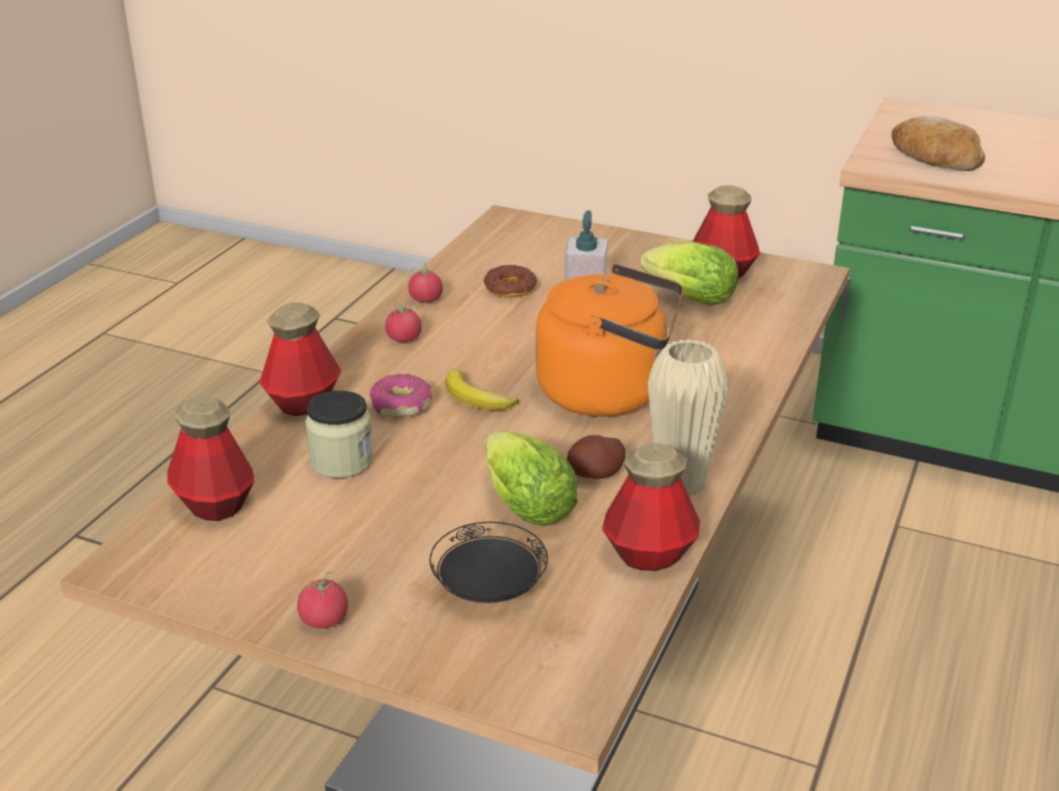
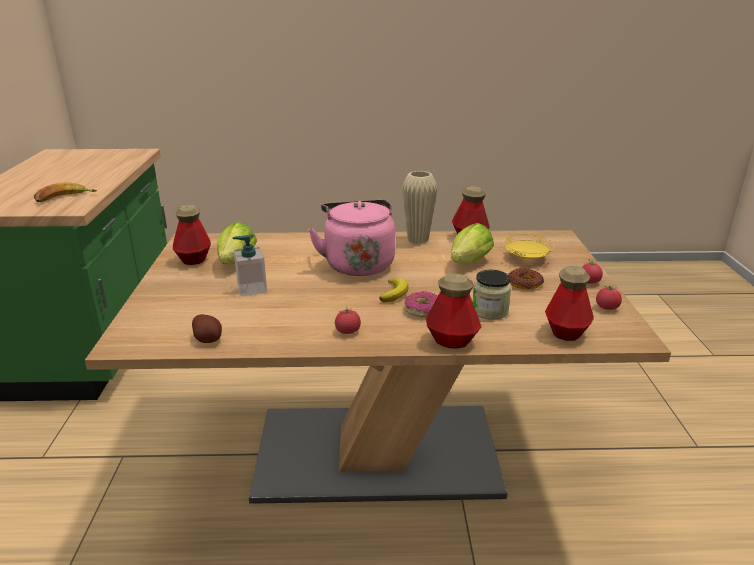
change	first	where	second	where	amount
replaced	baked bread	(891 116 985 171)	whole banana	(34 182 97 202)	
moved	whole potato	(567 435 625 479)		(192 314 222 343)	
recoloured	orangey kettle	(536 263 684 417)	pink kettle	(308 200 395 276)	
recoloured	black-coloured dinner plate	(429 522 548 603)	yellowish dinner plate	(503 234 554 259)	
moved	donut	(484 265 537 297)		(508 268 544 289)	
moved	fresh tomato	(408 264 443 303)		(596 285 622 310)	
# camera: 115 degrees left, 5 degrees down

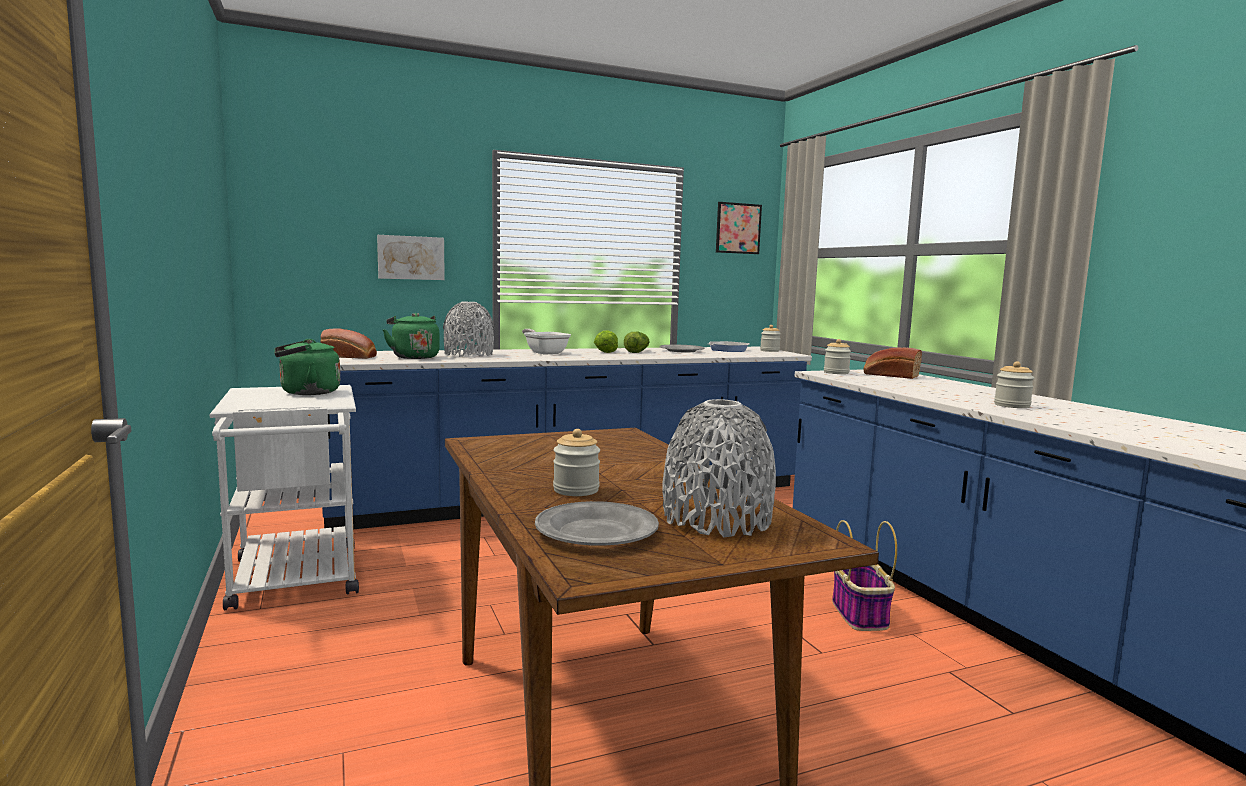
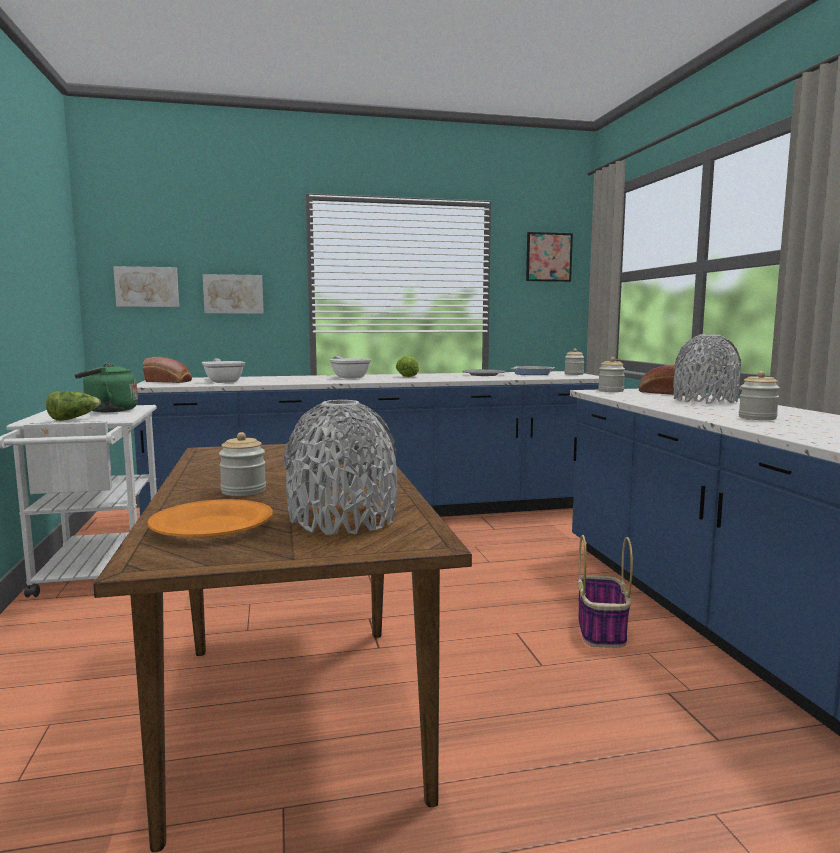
change	first	where	second	where	amount
moved	lettuce head	(624 332 650 353)		(46 391 101 421)	
added			wall picture	(113 266 179 307)	
recoloured	grey dinner plate	(535 501 659 546)	orangey dinner plate	(148 499 273 538)	
replaced	green kettle	(383 313 440 359)	frying pan	(202 358 245 383)	
moved	grey vase	(443 302 495 357)		(674 335 741 404)	
# camera: 10 degrees right, 0 degrees up

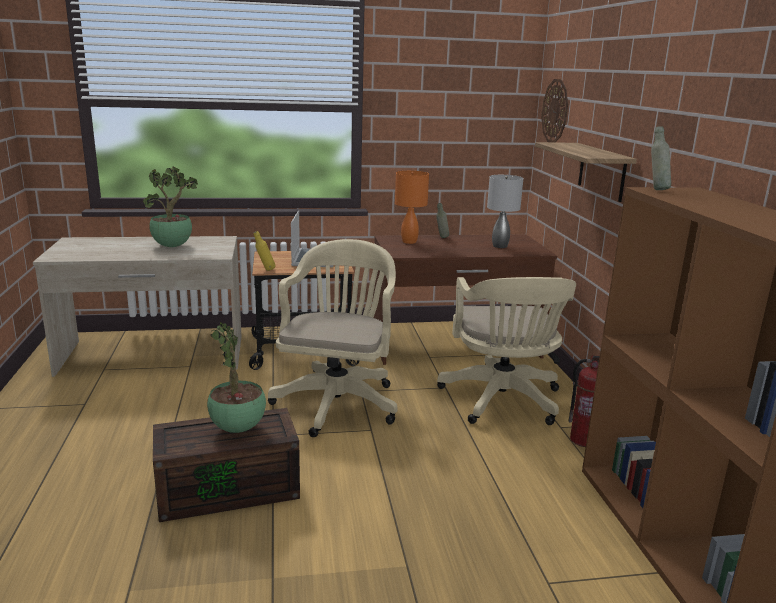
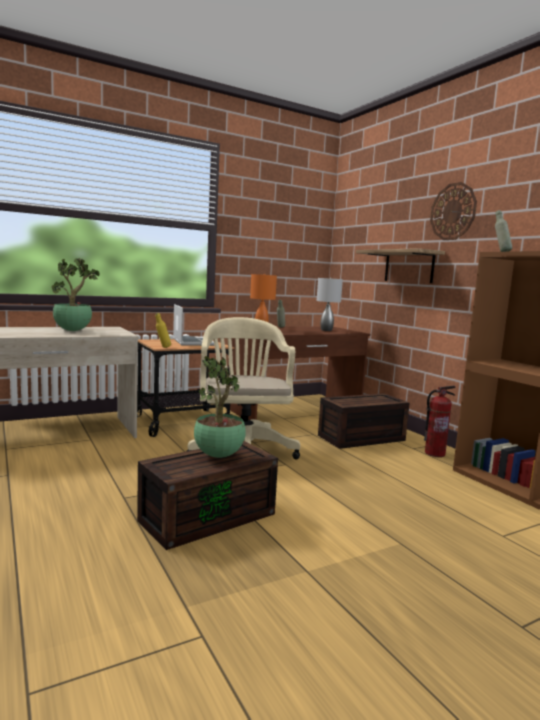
change	first	where	second	where	amount
replaced	sand-coloured computer chair	(437 277 576 425)	brown storage container	(318 393 410 449)	
moved	wall clock	(541 79 568 142)		(430 182 477 240)	
# camera: 20 degrees left, 10 degrees down

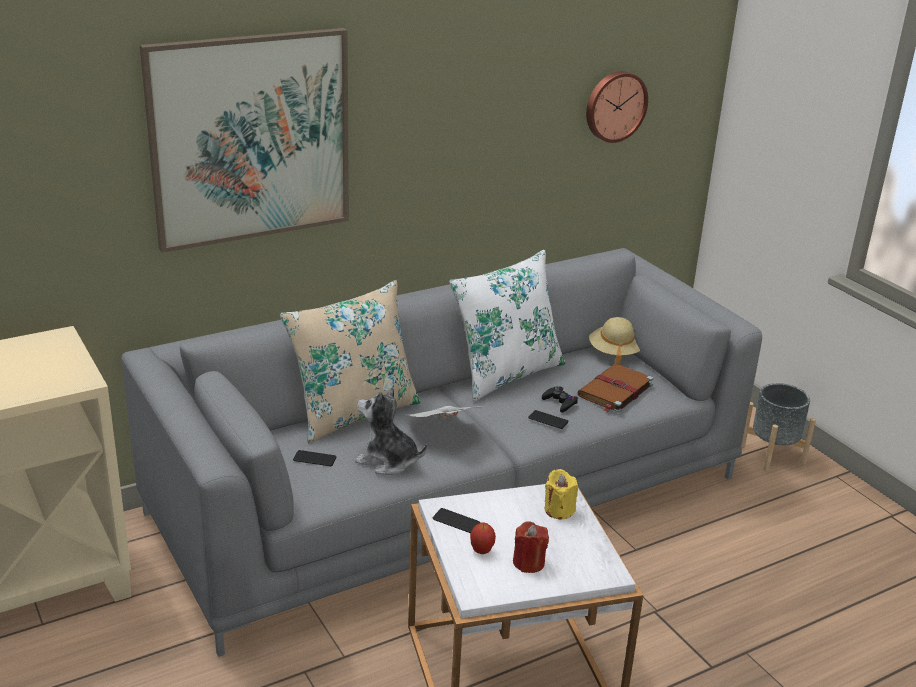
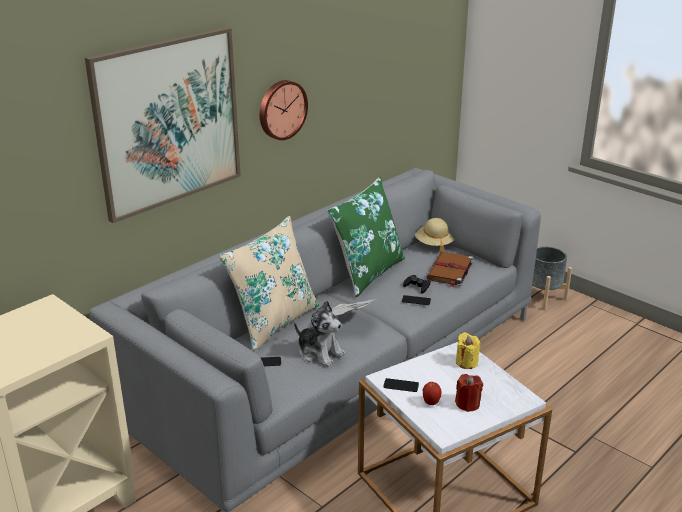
change	first	where	second	where	amount
moved	wall clock	(586 71 648 143)		(260 80 308 140)	
turned	plush toy	(355 387 428 475)		(294 300 345 367)	150 degrees counterclockwise
recoloured	whitish pillow	(449 250 565 401)	green pillow	(327 177 405 297)	
# camera: 15 degrees left, 0 degrees up

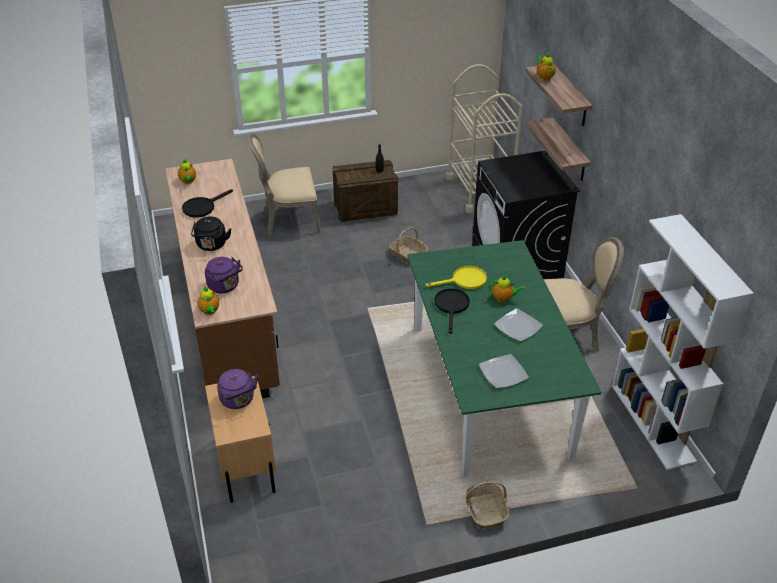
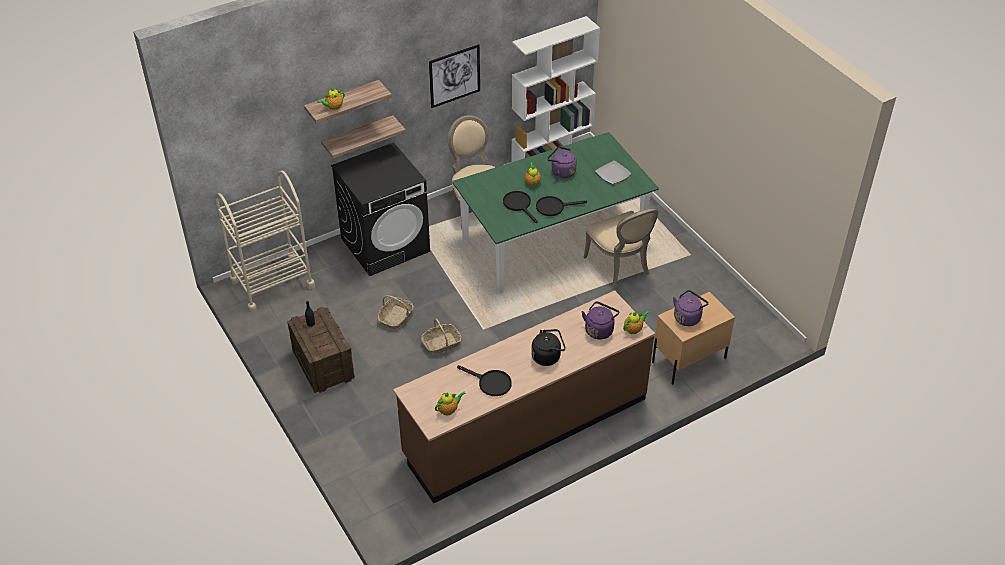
change	first	where	second	where	amount
moved	household basket	(466 481 510 528)		(421 319 462 354)	
added			wall picture	(429 44 480 108)	
recoloured	yellowish frying pan	(425 266 487 289)	black-coloured frying pan	(503 191 538 223)	
replaced	dinner plate	(494 308 543 342)	purple-coloured kettle	(547 147 577 178)	
moved	sand-coloured upright chair	(247 134 320 235)		(584 207 658 287)	
# camera: 105 degrees left, 5 degrees up

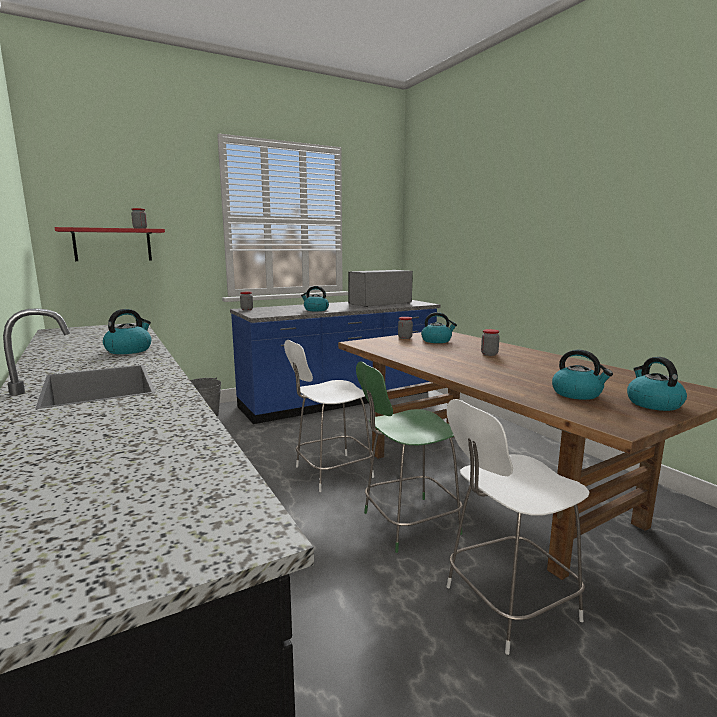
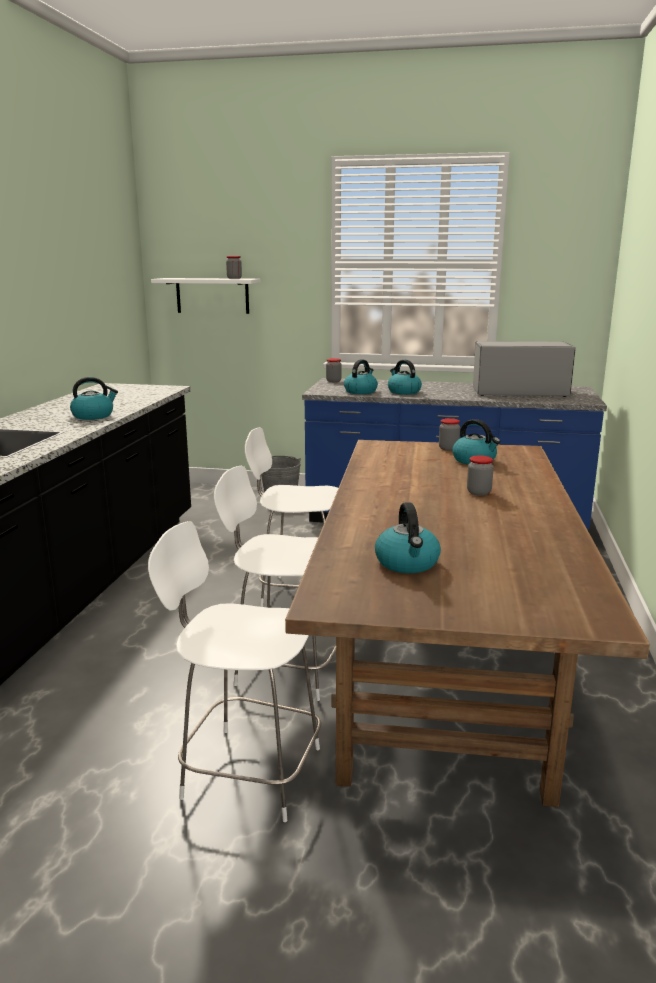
change	first	where	second	where	amount
recoloured	red bracket shelf	(55 227 165 261)	whitish bracket shelf	(151 278 260 314)	
recoloured	green upright chair	(356 361 463 553)	whitish upright chair	(214 466 336 701)	
moved	kettle	(627 357 687 411)		(344 359 378 394)	
# camera: 40 degrees right, 5 degrees up

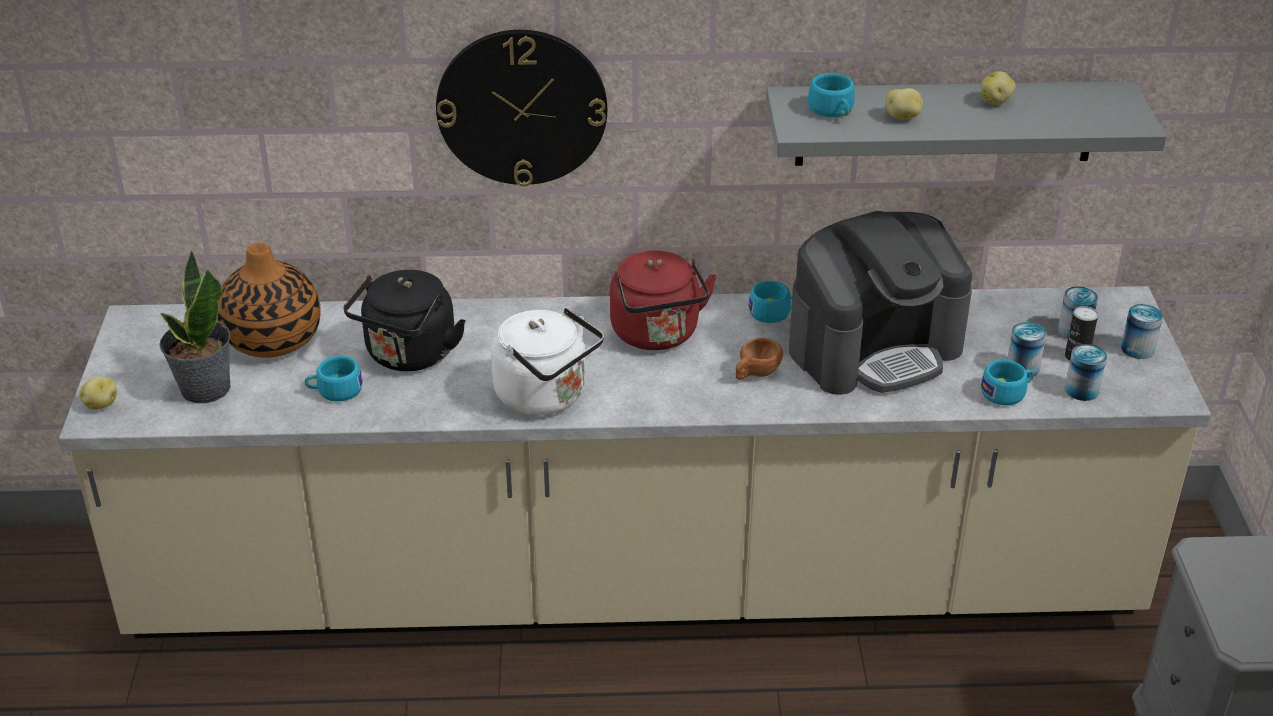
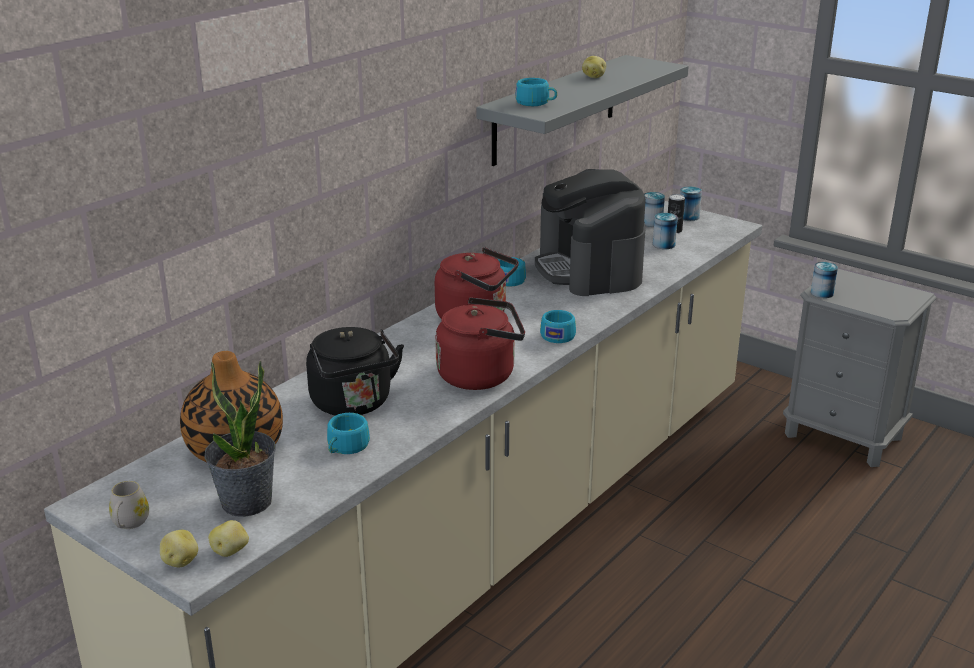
change	first	where	second	where	amount
added			whitish mug	(109 481 149 529)	
moved	whole potato	(885 88 923 119)		(208 520 249 557)	
recoloured	whitish kettle	(491 307 604 415)	red kettle	(435 297 525 390)	
turned	coffee machine	(789 211 972 395)		(535 169 646 296)	150 degrees clockwise
moved	turquoise cup	(981 360 1034 405)		(540 310 576 343)	
moved	can	(1065 344 1107 401)		(811 262 838 298)	
removed	wall clock	(436 30 607 187)			
removed	brown cup	(736 338 783 380)			
# camera: 50 degrees left, 10 degrees down

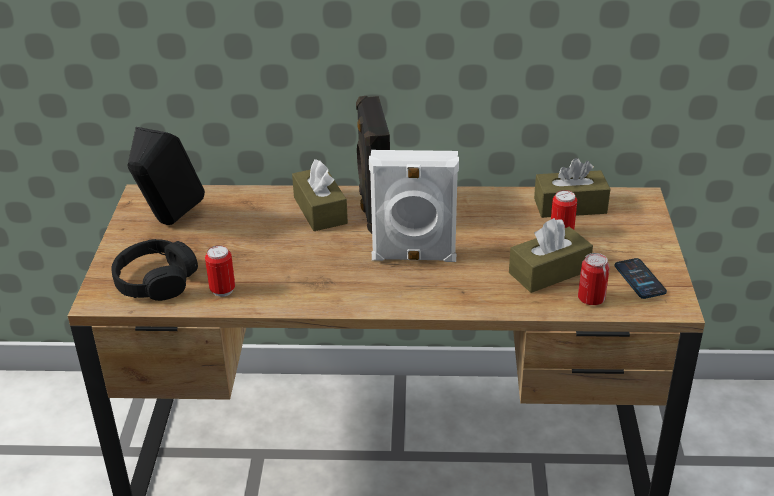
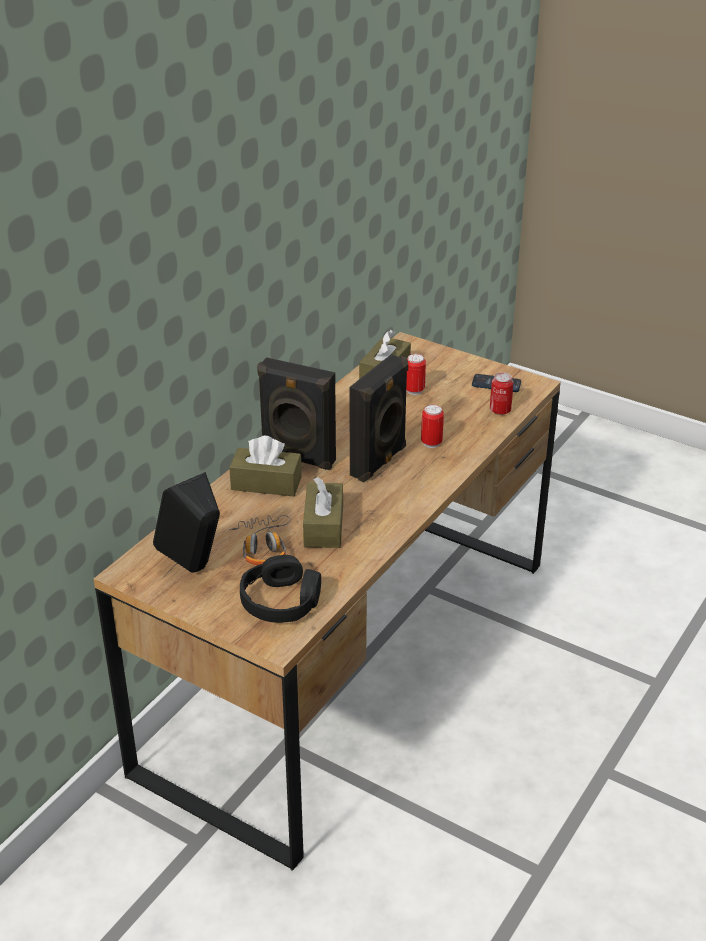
change	first	where	second	where	amount
added			headphones	(229 515 291 565)	
moved	brown tissue box	(509 218 593 293)		(303 477 343 548)	
recoloured	whitish audio speaker	(369 150 459 262)	black-coloured audio speaker	(350 354 408 482)	
moved	can	(205 245 235 297)		(421 404 444 448)	
# camera: 60 degrees left, 0 degrees up

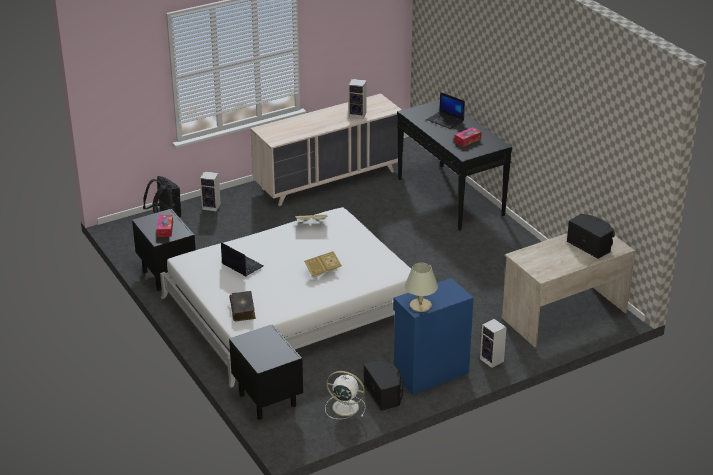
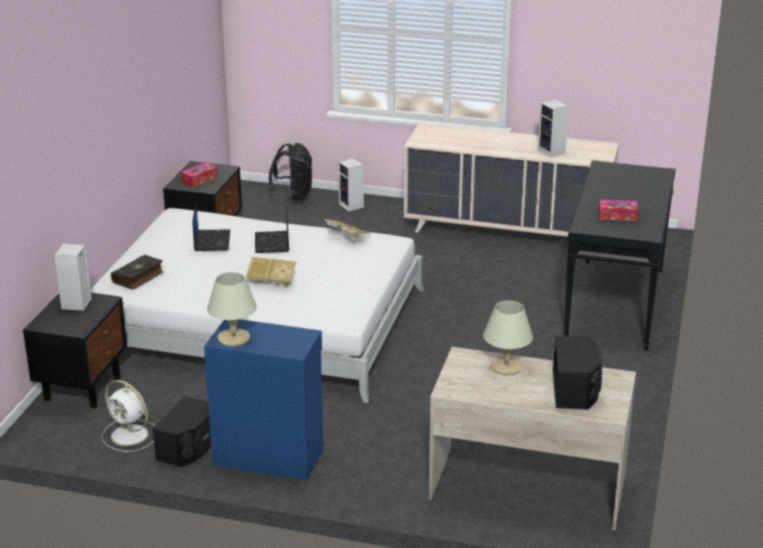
change	first	where	second	where	amount
moved	audio speaker	(480 319 507 368)		(54 243 92 311)	
turned	whitish fan	(325 371 365 419)		(102 380 156 452)	150 degrees clockwise
moved	portable computer	(426 92 465 129)		(255 203 289 253)	
added			sand-coloured lamp for a table	(483 301 533 375)	
# camera: 45 degrees right, 5 degrees down

